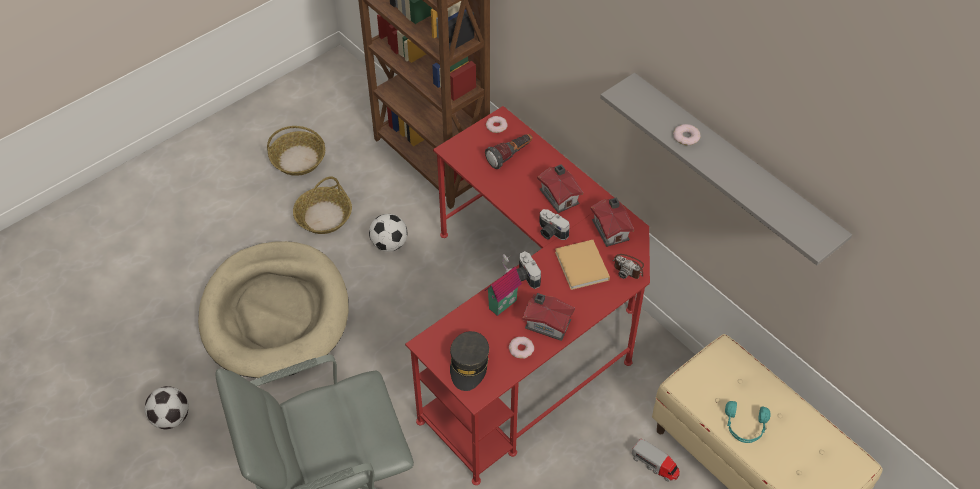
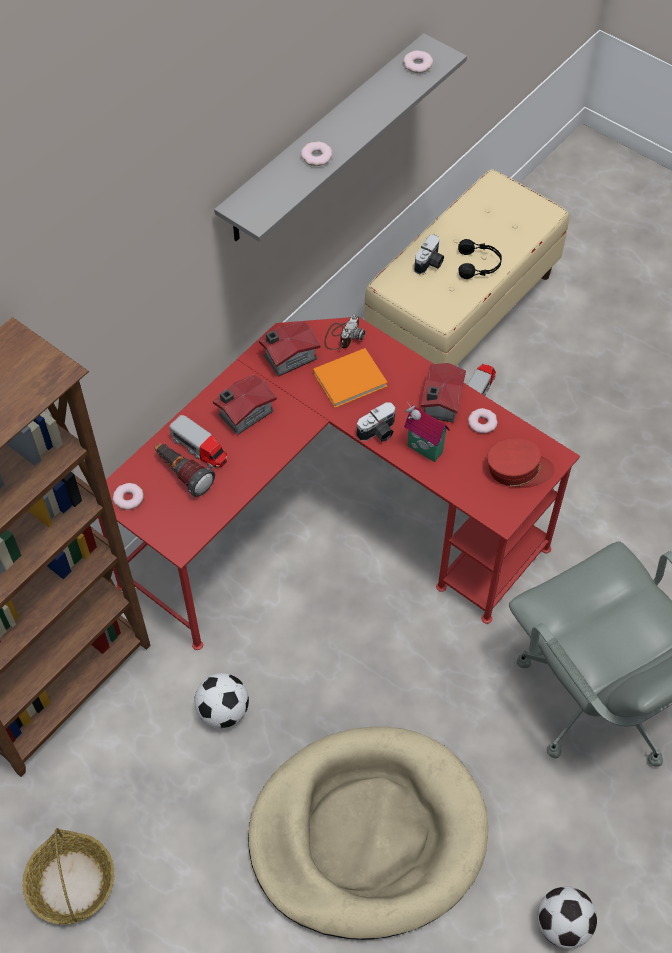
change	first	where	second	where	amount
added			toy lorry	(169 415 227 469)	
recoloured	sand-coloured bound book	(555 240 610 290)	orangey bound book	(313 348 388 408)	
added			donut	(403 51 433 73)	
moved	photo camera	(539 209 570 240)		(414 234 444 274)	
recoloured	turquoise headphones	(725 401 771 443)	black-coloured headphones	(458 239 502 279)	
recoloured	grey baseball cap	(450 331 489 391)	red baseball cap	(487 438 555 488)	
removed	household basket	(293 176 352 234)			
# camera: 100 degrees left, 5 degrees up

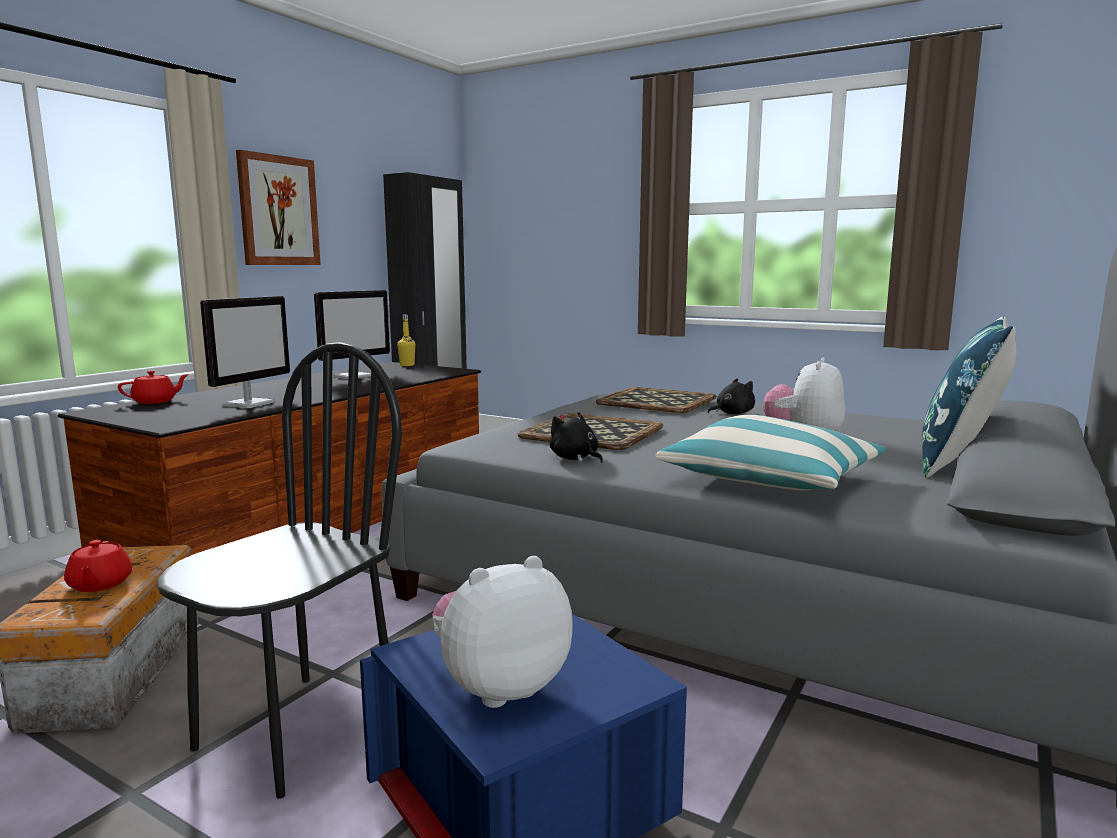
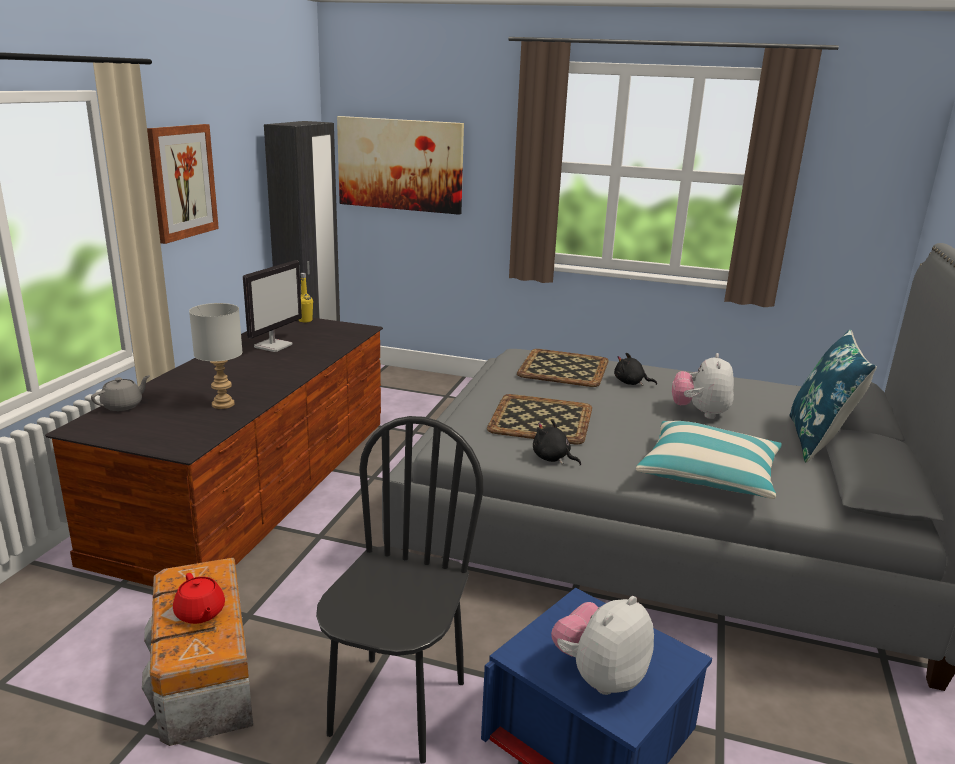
change	first	where	second	where	amount
recoloured	red tea pot	(118 371 189 404)	grey tea pot	(91 375 150 411)	
replaced	computer display	(200 296 290 408)	grey lamp for a table	(189 303 243 409)	
added			wall picture	(337 116 464 215)	
turned	black-coloured plush toy	(707 379 755 414)		(614 353 657 386)	120 degrees counterclockwise
# camera: 15 degrees left, 10 degrees up

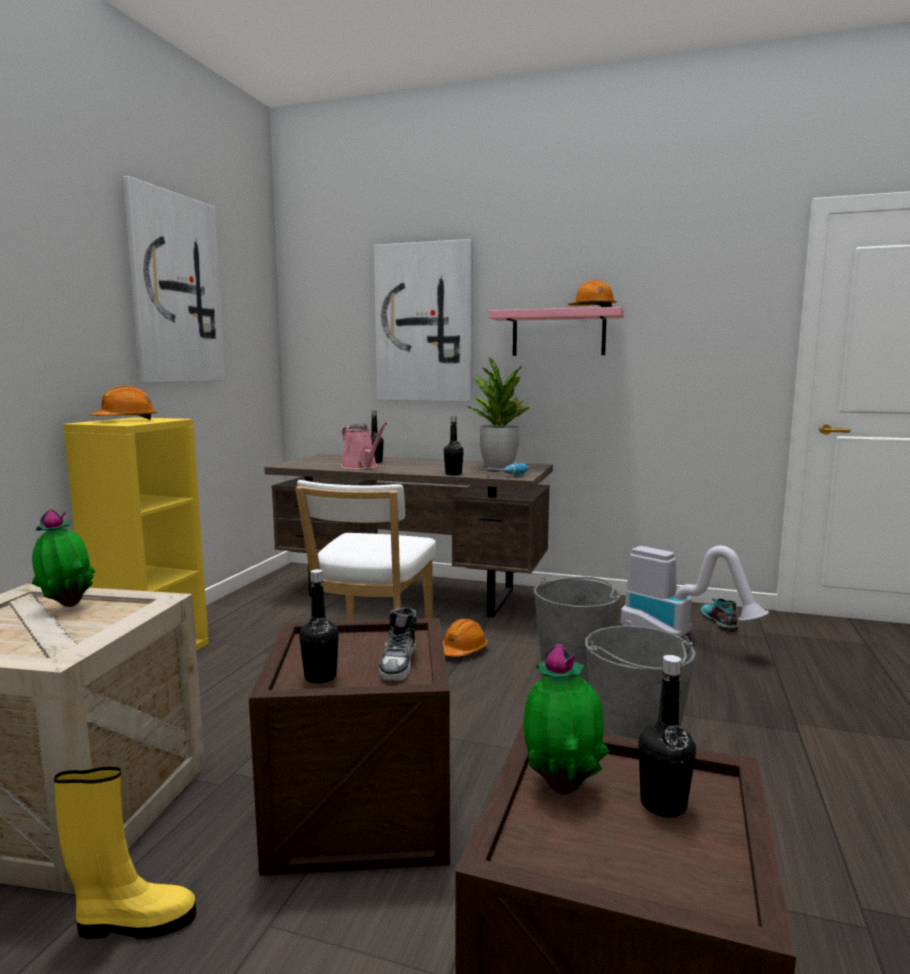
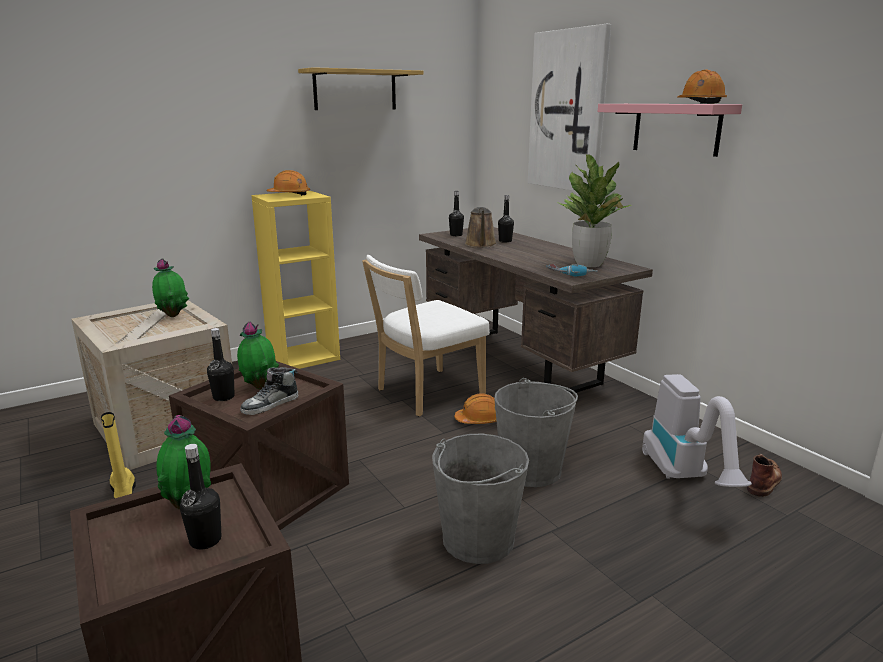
change	first	where	second	where	amount
turned	yellowish boot	(54 766 196 939)		(101 412 136 498)	150 degrees counterclockwise
added			potted plant	(237 322 279 390)	
replaced	wall picture	(122 176 225 383)	bracket shelf	(298 67 423 110)	
moved	black-coloured drink bottle	(444 416 464 475)		(449 191 464 236)	
recoloured	pink sprinkling can	(341 423 387 469)	brown sprinkling can	(465 207 497 248)	
recoloured	turquoise boot	(701 598 738 632)	brown boot	(747 454 782 497)	
# camera: 40 degrees right, 10 degrees up

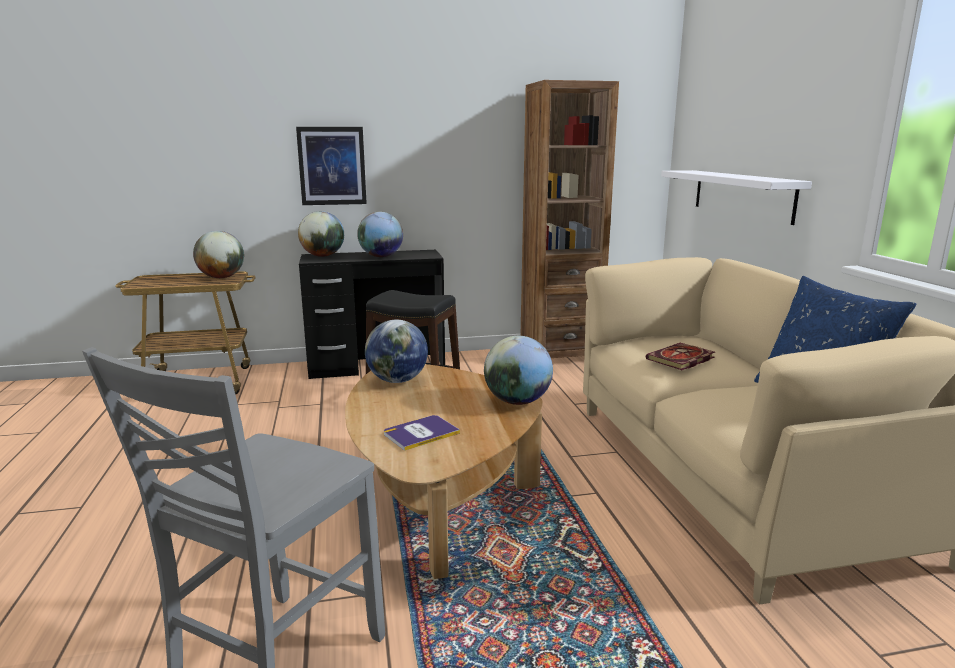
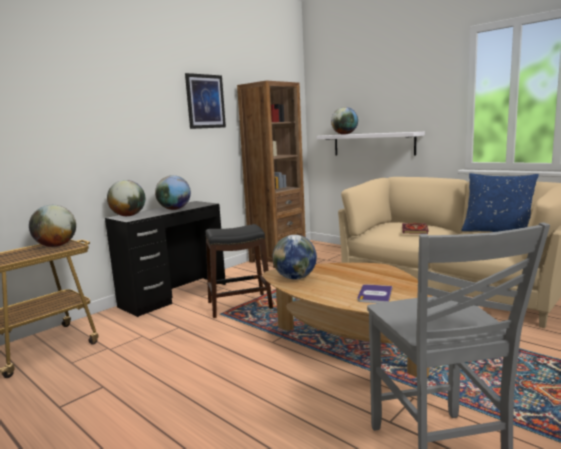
change	first	where	second	where	amount
moved	wall picture	(296 127 367 205)		(185 73 226 129)	
moved	desk globe	(484 336 553 405)		(331 107 358 135)	
# camera: 35 degrees left, 5 degrees down

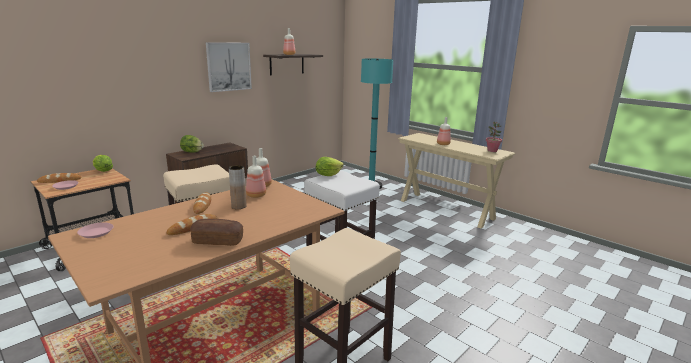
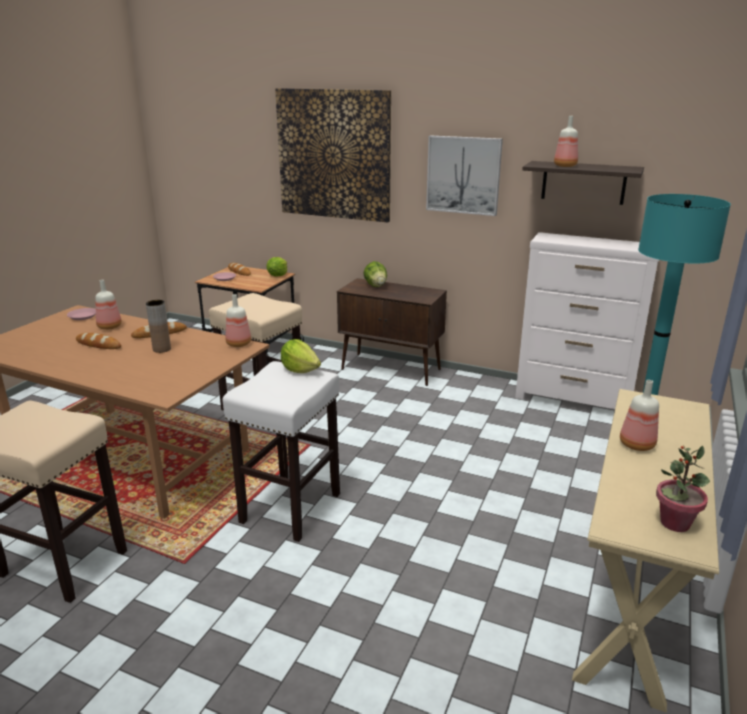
change	first	where	second	where	amount
moved	drink bottle	(246 156 266 198)		(95 280 122 330)	
added			wall picture	(275 88 391 222)	
added			whitish chest of drawers	(515 232 659 409)	
removed	baked bread	(190 219 243 246)			
# camera: 70 degrees right, 5 degrees up

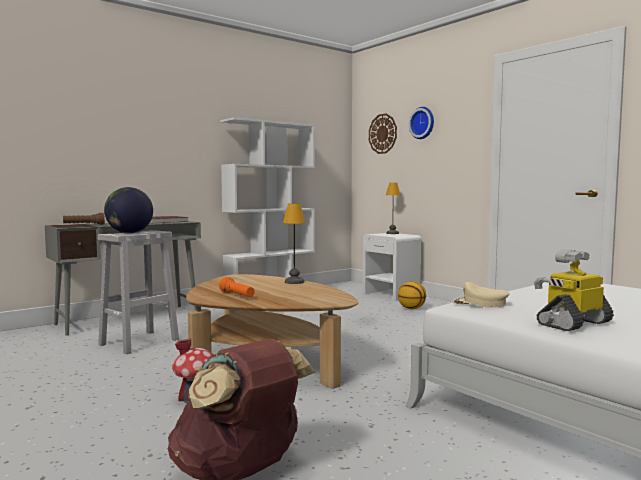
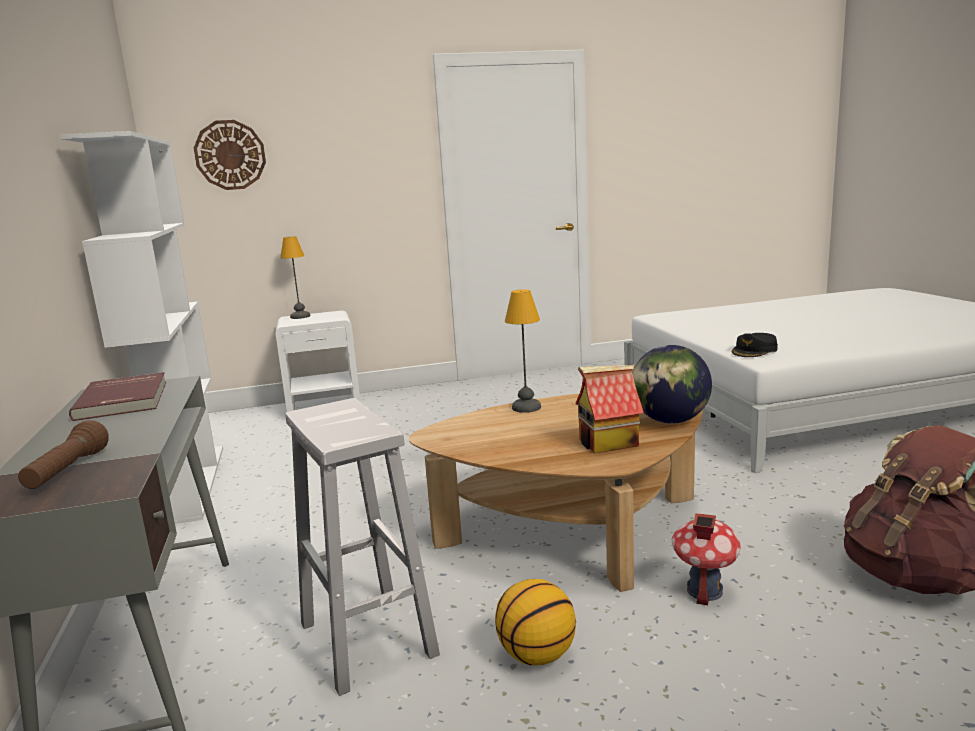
change	first	where	second	where	amount
moved	basketball ball	(398 281 426 309)		(495 579 576 665)	
replaced	orangey hand torch	(219 277 255 297)	miniature house	(575 365 644 453)	
moved	desk globe	(104 187 153 233)		(632 345 712 424)	
recoloured	sand-coloured baseball cap	(452 282 510 308)	black-coloured baseball cap	(731 333 778 357)	
removed	wall clock	(408 107 434 139)			
removed	toy robot	(534 249 614 331)			
# camera: 65 degrees left, 10 degrees up

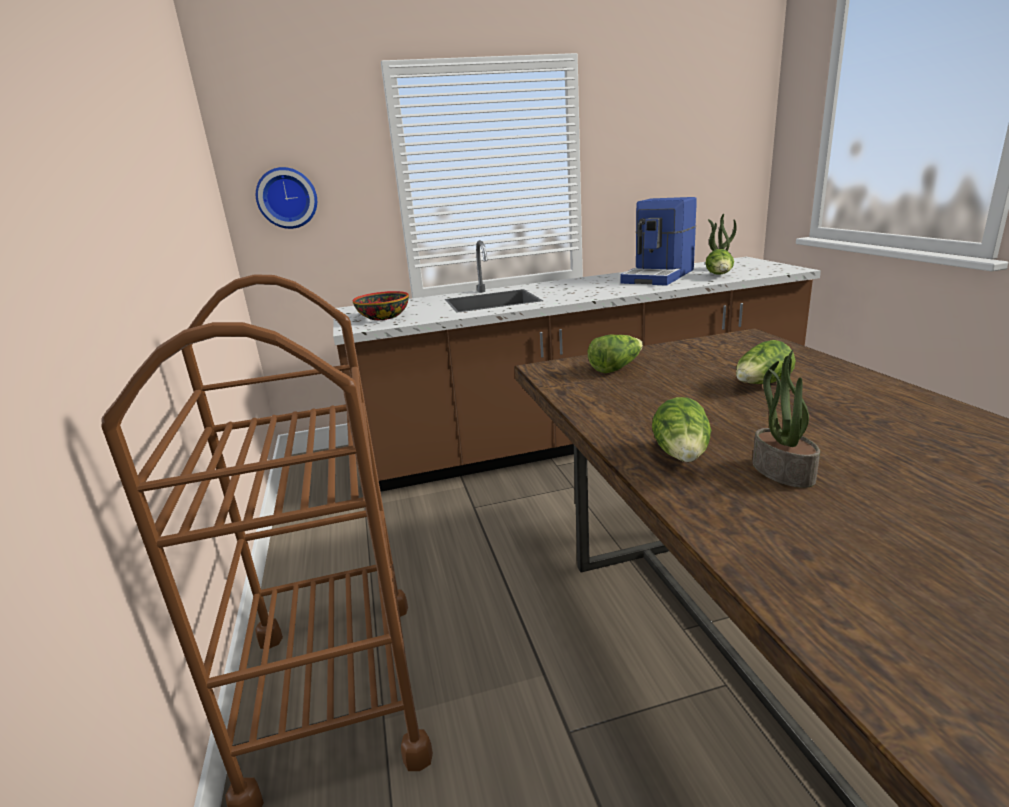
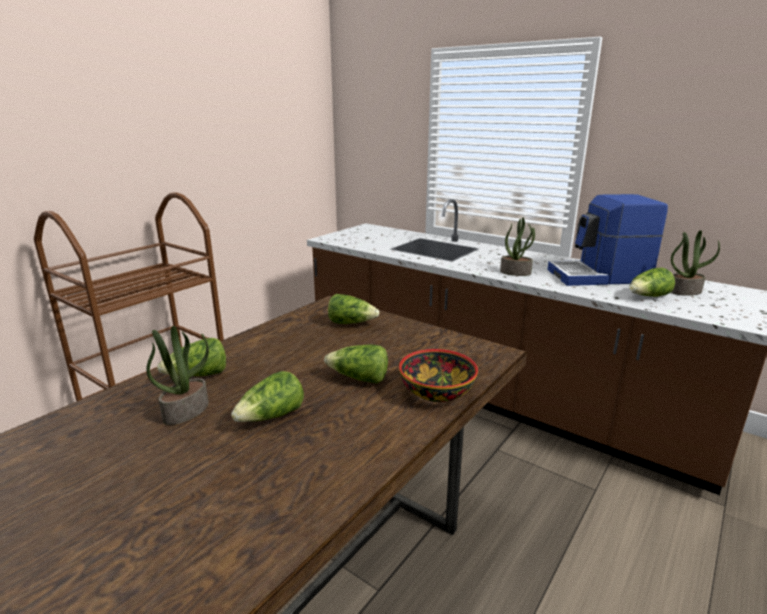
change	first	where	second	where	amount
added			lettuce head	(231 371 304 422)	
moved	bowl	(353 291 409 320)		(399 349 478 402)	
added			potted plant	(500 217 535 276)	
removed	wall clock	(256 167 317 229)			
# camera: 50 degrees right, 0 degrees up

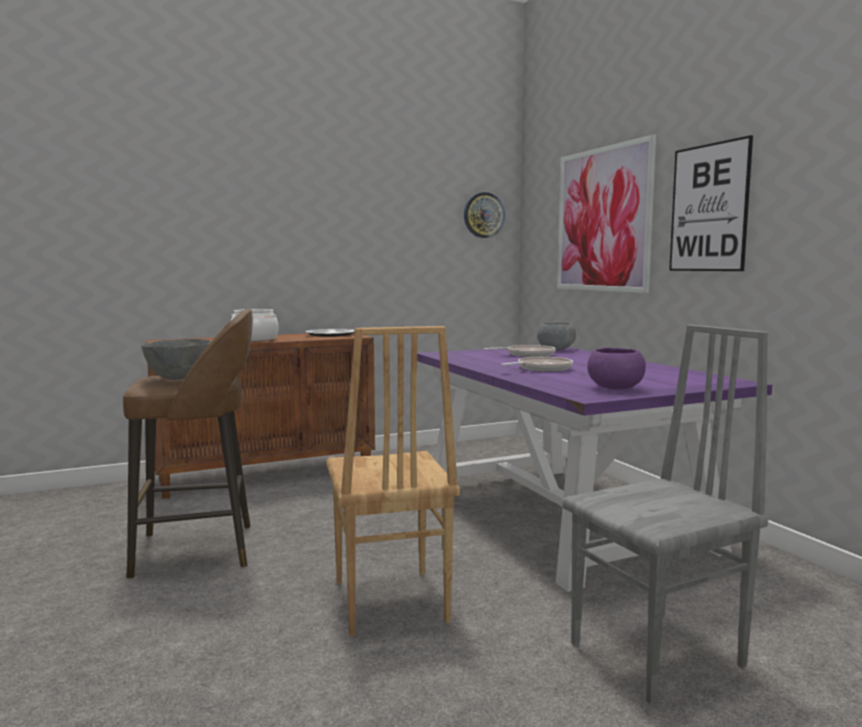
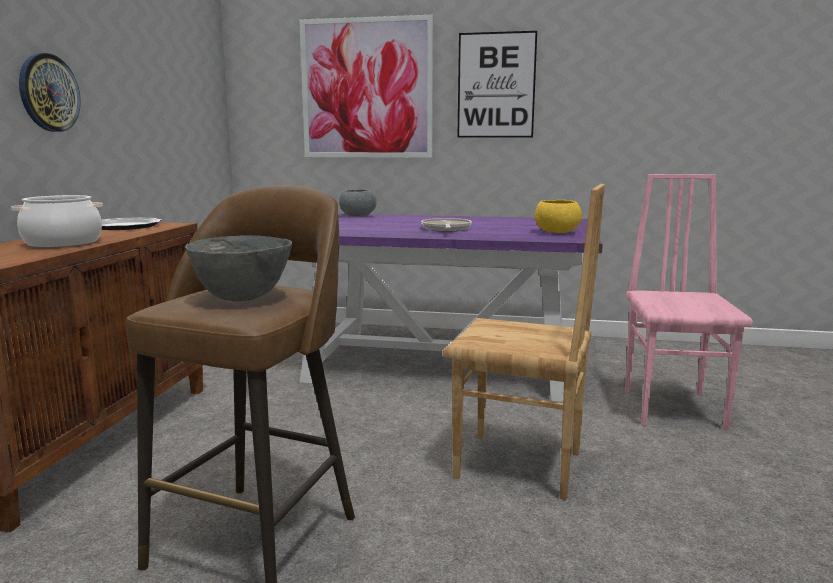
change	first	where	second	where	amount
moved	wall clock	(464 192 505 238)		(19 53 81 132)	
recoloured	purple-coloured bowl	(587 348 646 389)	yellowish bowl	(535 200 582 233)	
recoloured	grey upright chair	(562 324 768 704)	pink upright chair	(625 174 753 431)	
removed	frying pan	(484 345 556 357)			
# camera: 55 degrees left, 5 degrees up

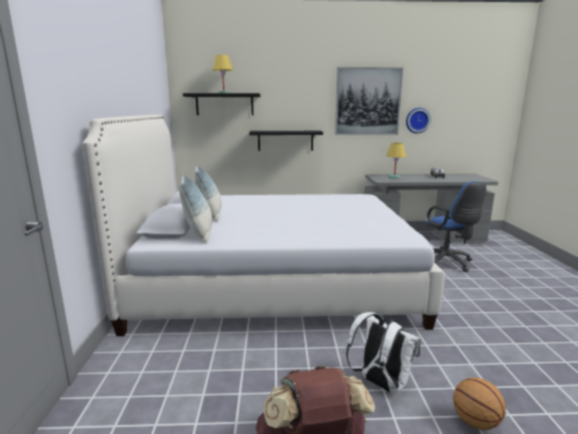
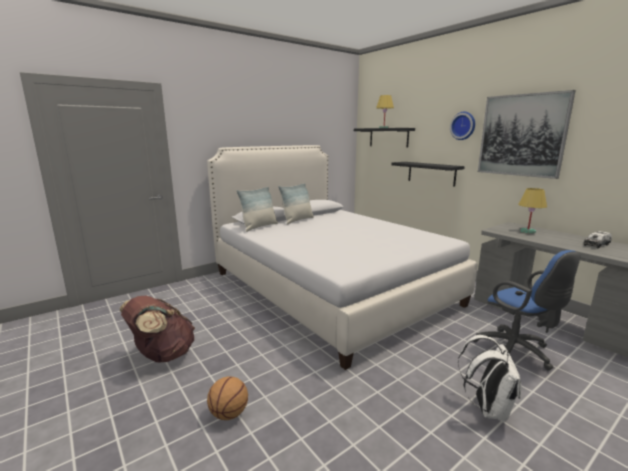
change	first	where	second	where	amount
moved	wall clock	(406 108 431 133)		(450 112 475 140)	
moved	whitish rucksack	(346 312 420 394)		(458 335 521 421)	
turned	blue computer chair	(425 181 486 272)		(472 250 581 370)	60 degrees counterclockwise
# camera: 55 degrees right, 0 degrees up

